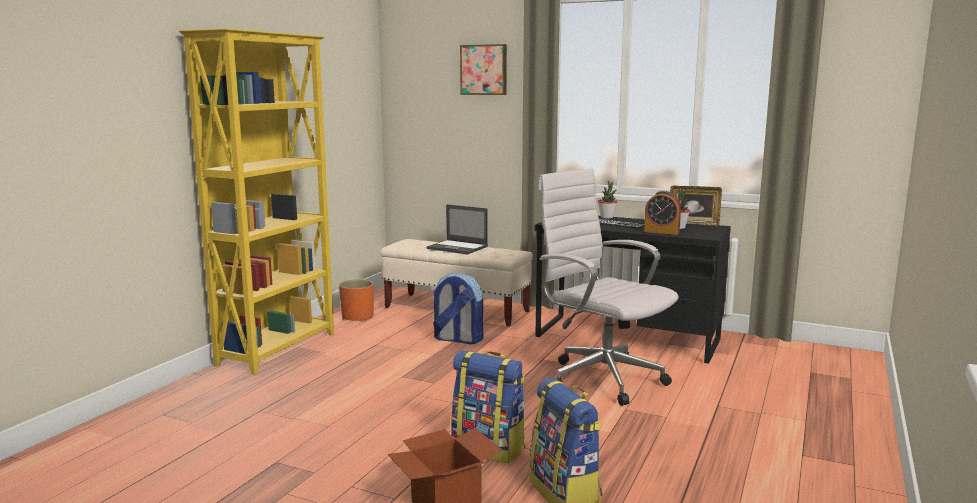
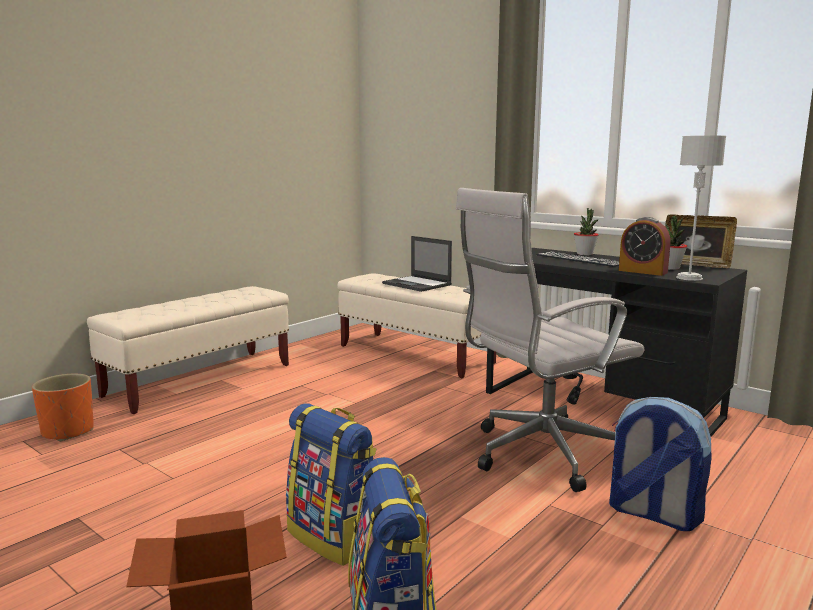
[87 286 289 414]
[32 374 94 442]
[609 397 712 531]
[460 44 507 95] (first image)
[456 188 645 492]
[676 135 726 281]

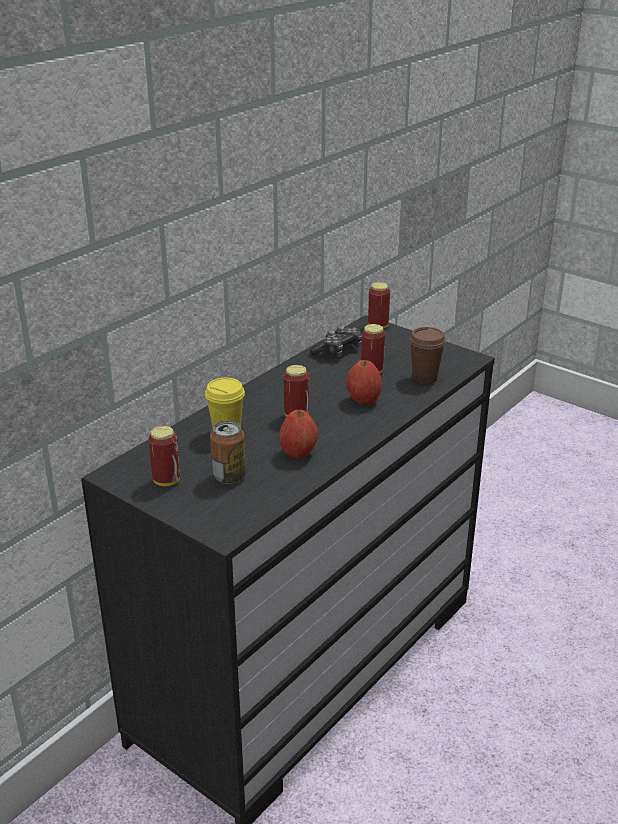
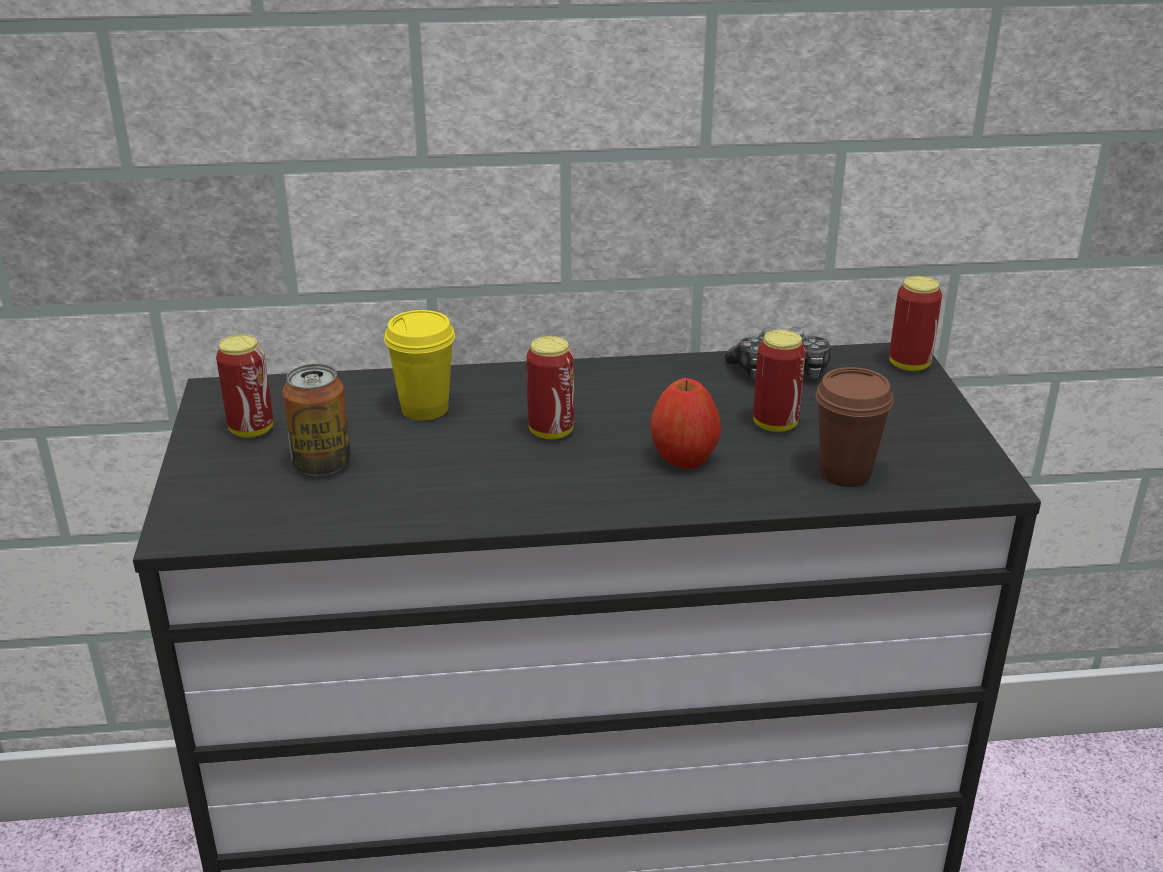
[279 410 318 459] (first image)

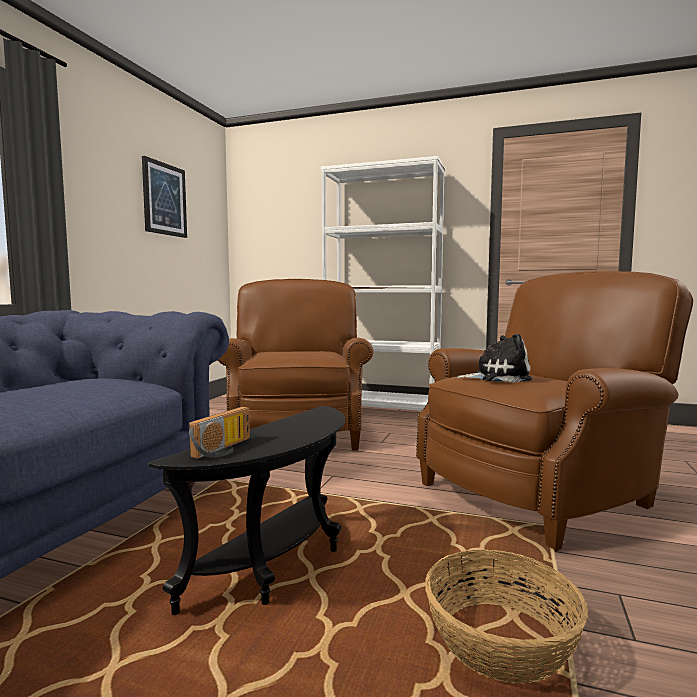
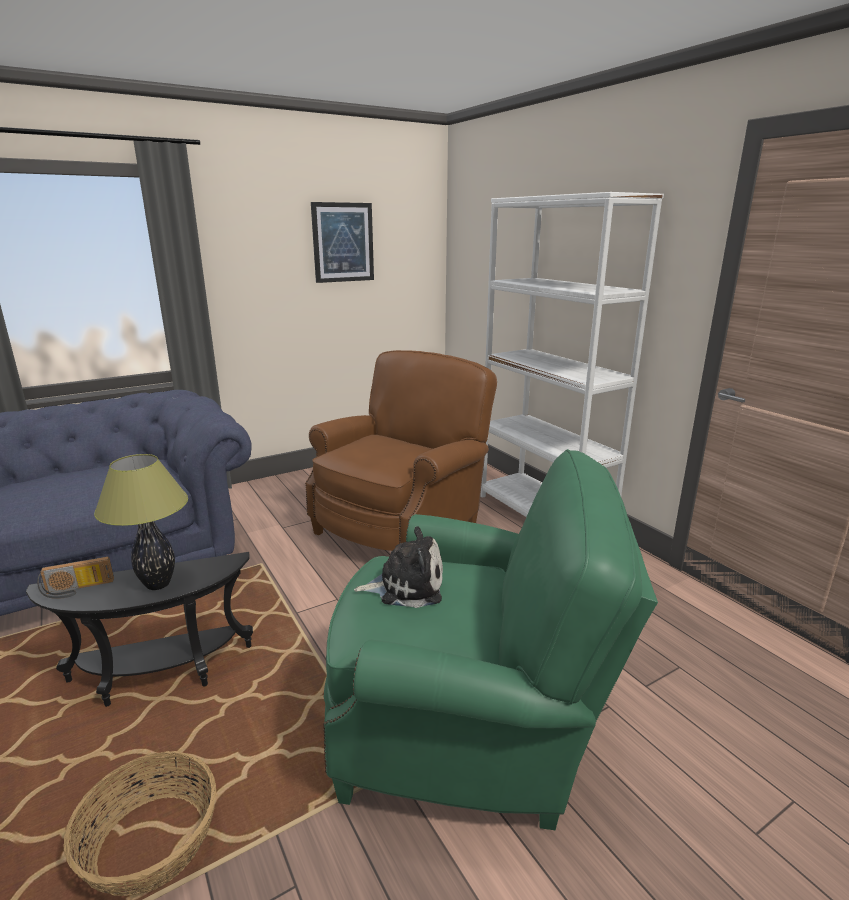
[323 449 658 830]
[354 526 443 608]
[94 454 188 590]

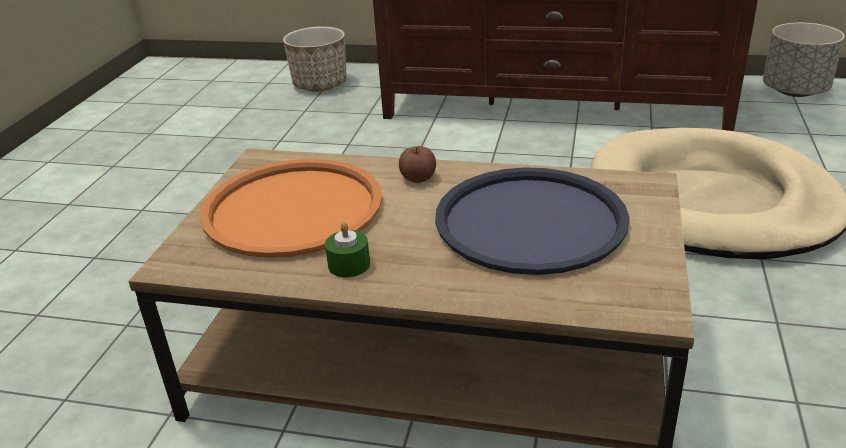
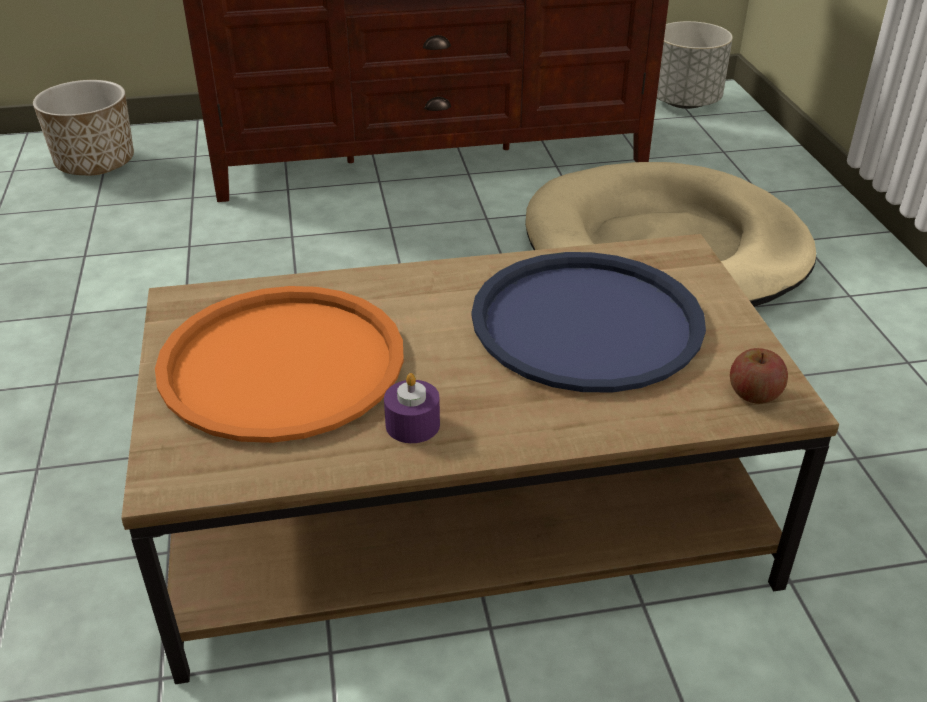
[384 373 440 443]
[730 348 788 404]

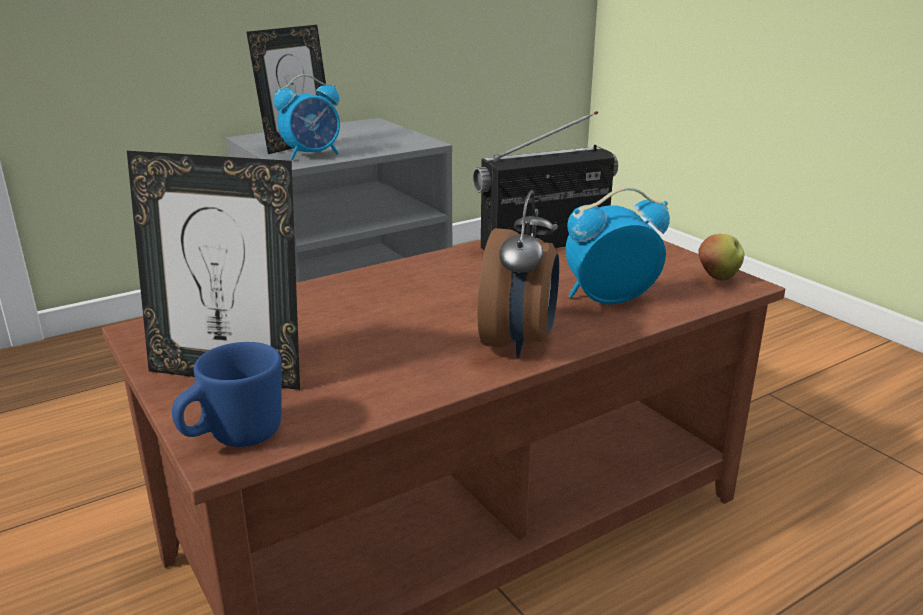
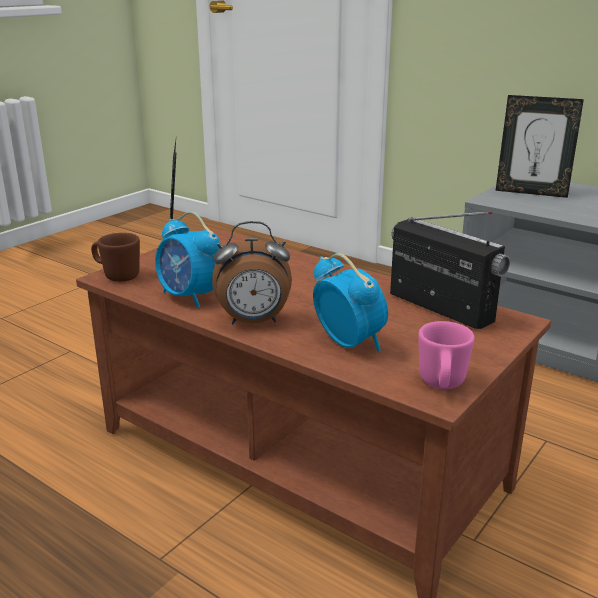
[91 233 140 282]
[155 212 221 308]
[418 321 475 389]

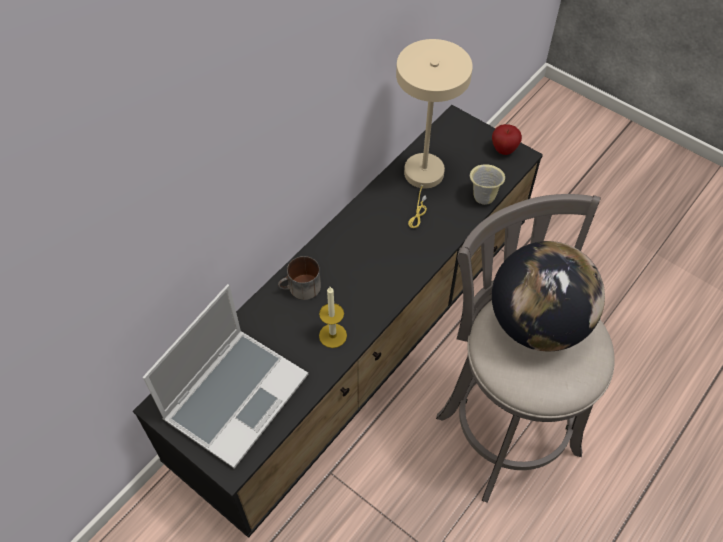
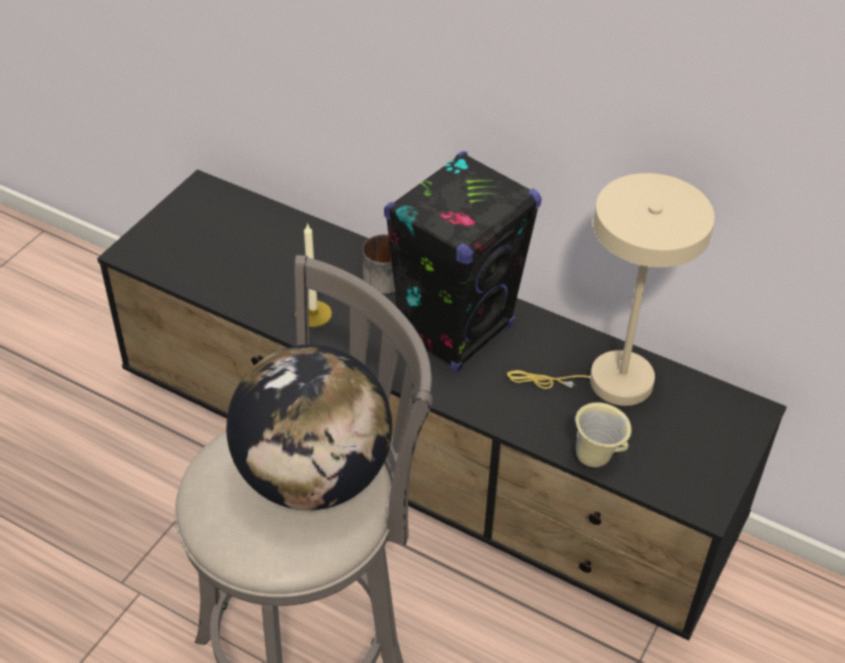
[143 284 308 469] (first image)
[492 124 522 155] (first image)
[384 151 542 372]

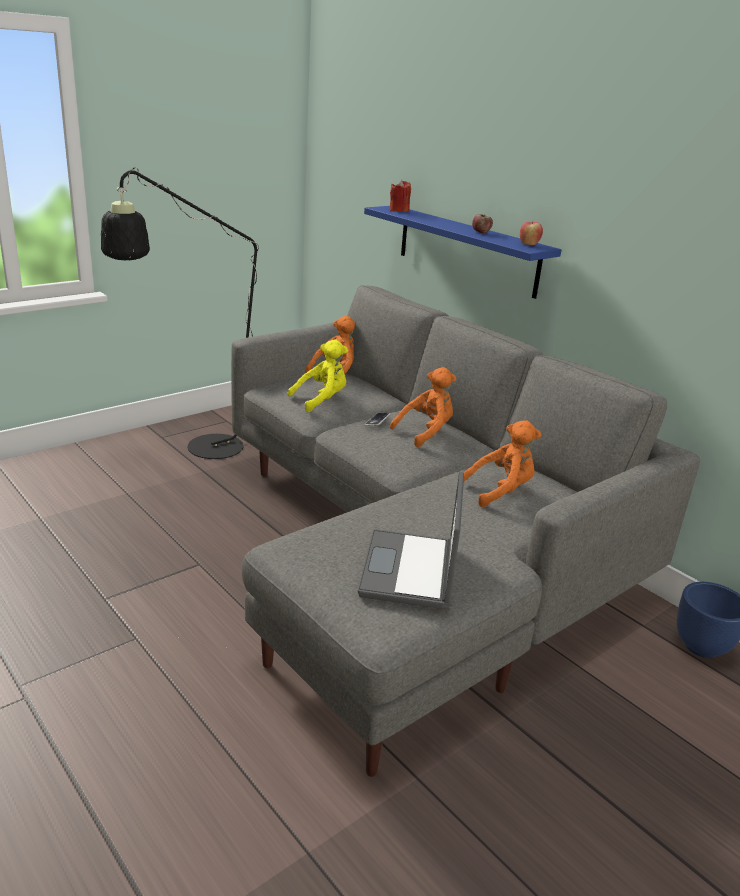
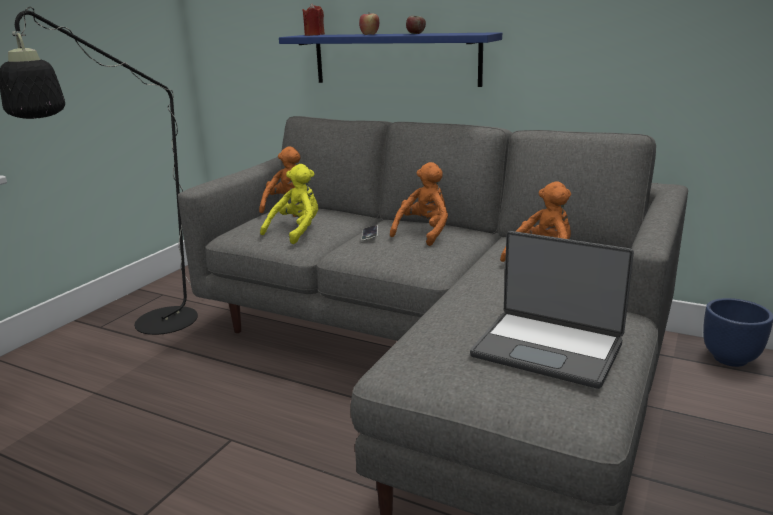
[470 231 634 389]
[359 13 379 35]

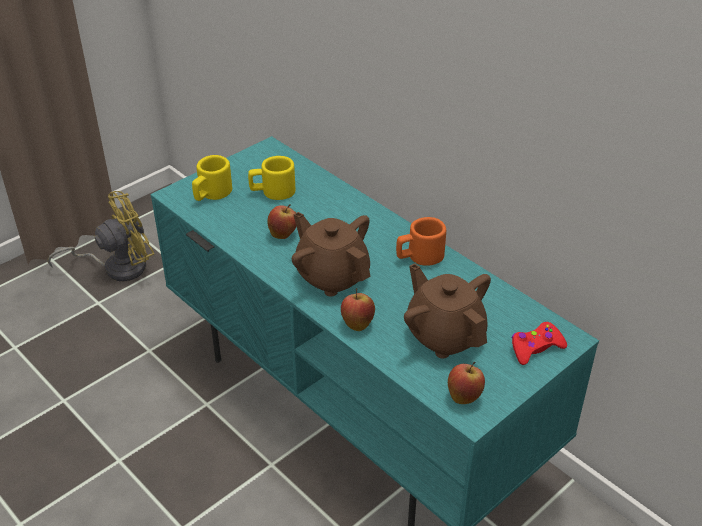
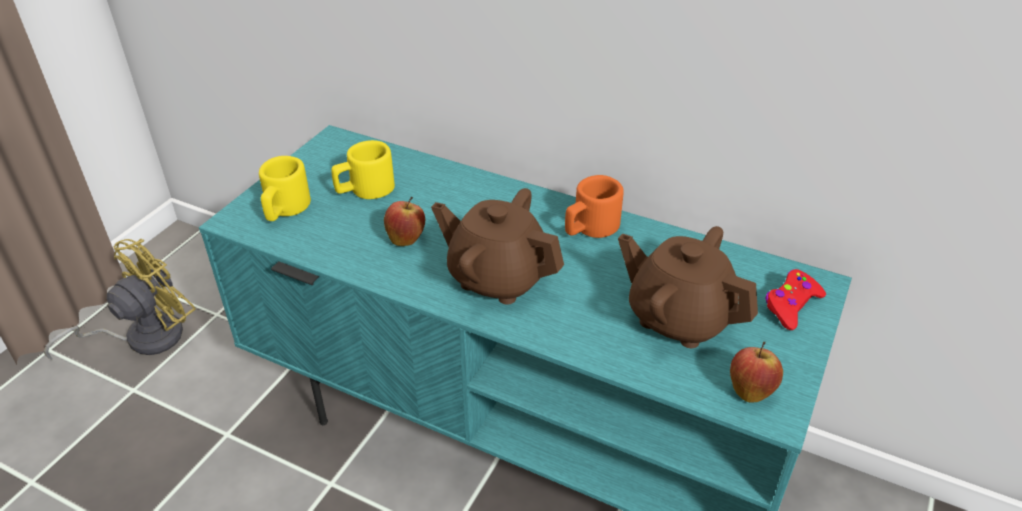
[341 288 375 331] (first image)

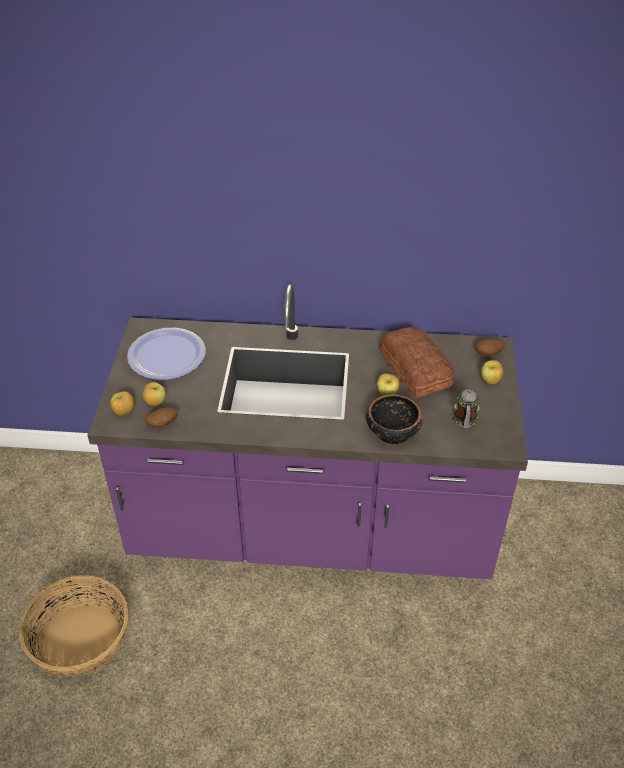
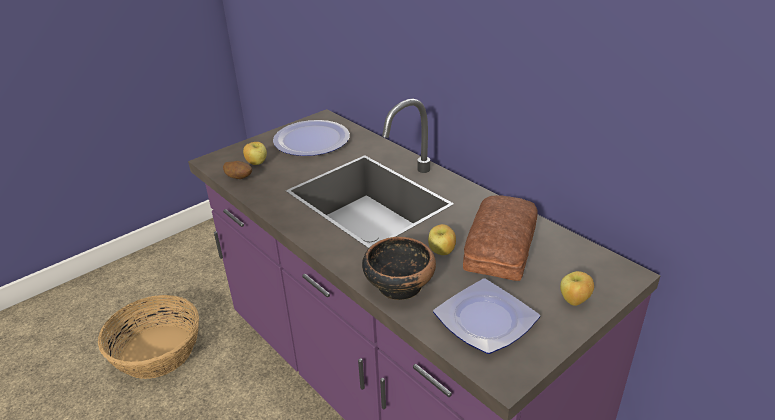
[110 391 134 415] (first image)
[433 278 540 354]
[476 339 505 356] (first image)

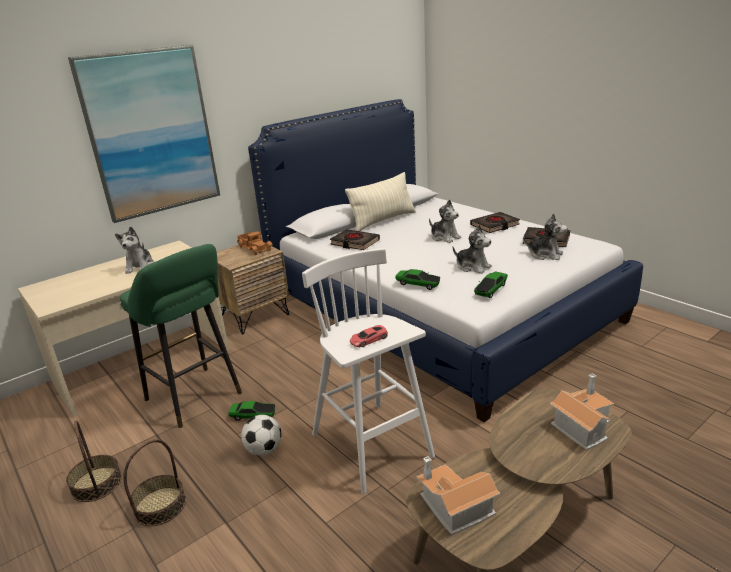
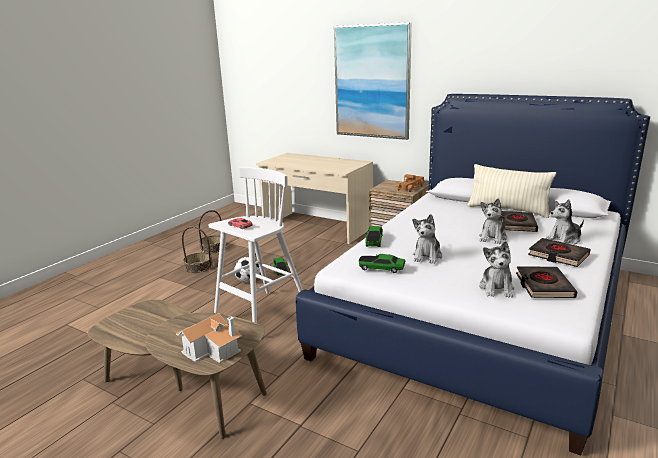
[546 199 584 245]
[120 244 242 428] (first image)
[501 211 538 232]
[417 456 500 535] (first image)

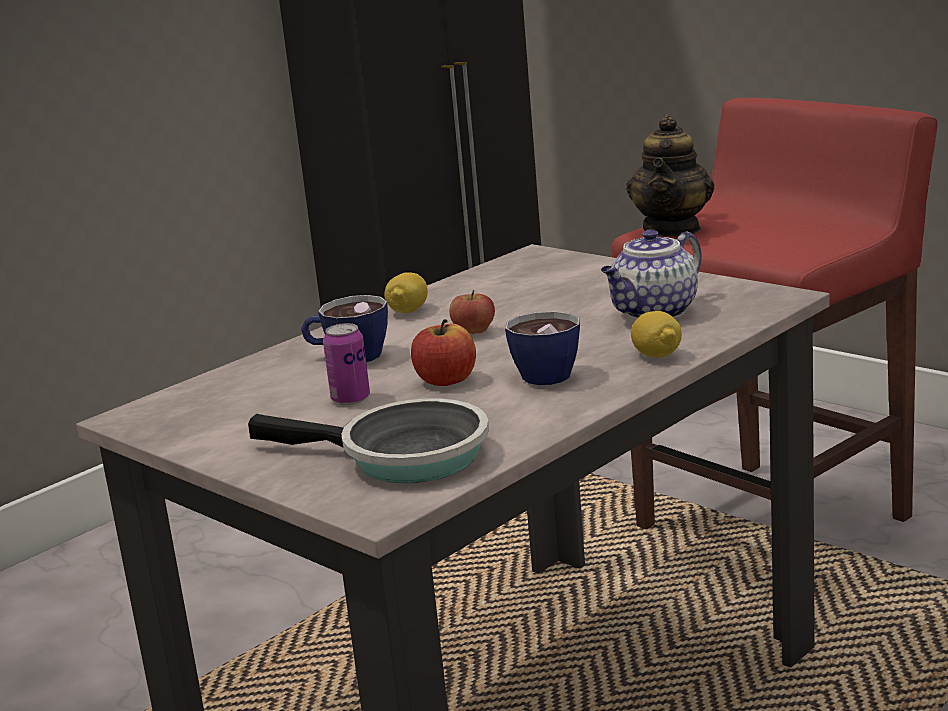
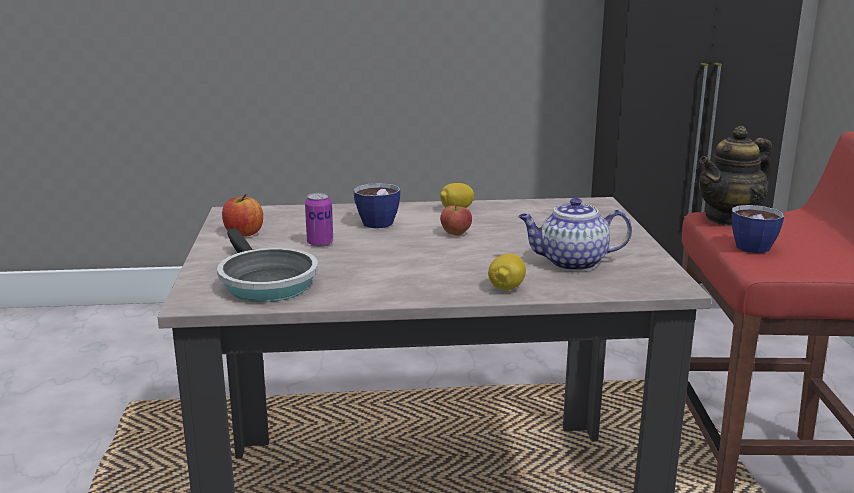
[222 194 263 237]
[732 205 784 253]

